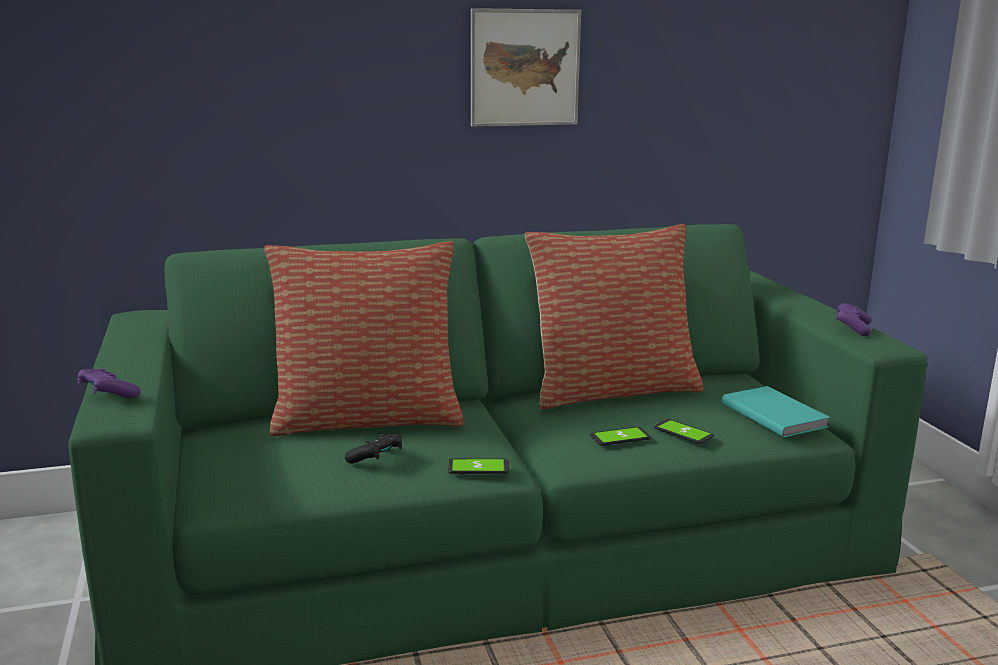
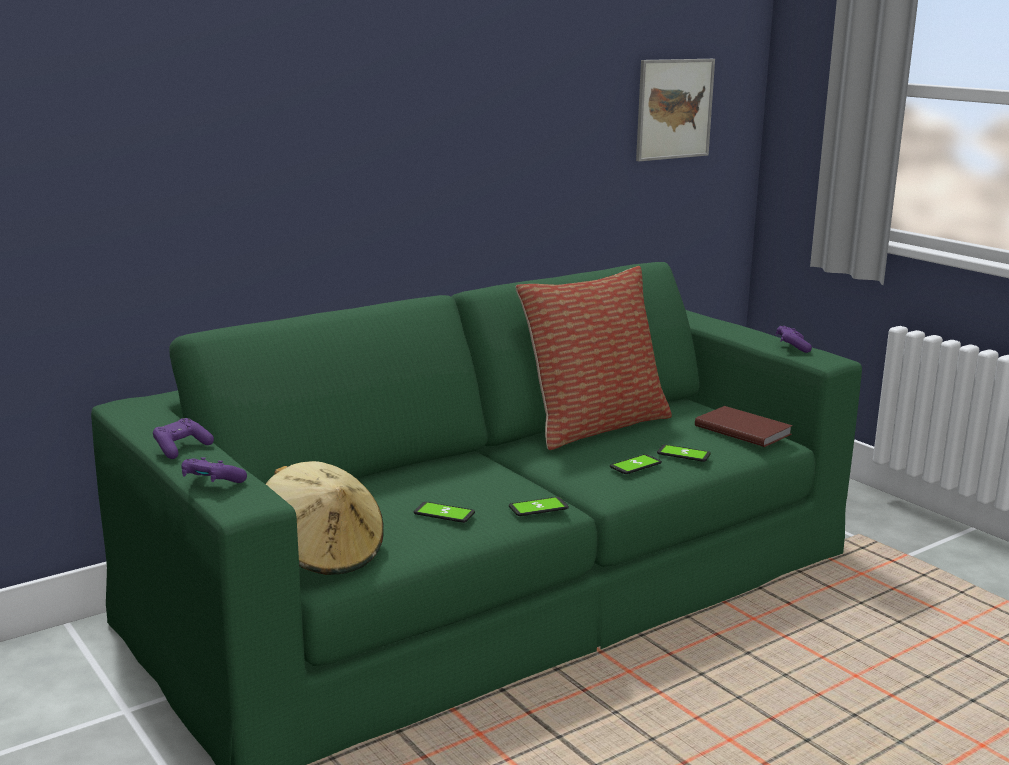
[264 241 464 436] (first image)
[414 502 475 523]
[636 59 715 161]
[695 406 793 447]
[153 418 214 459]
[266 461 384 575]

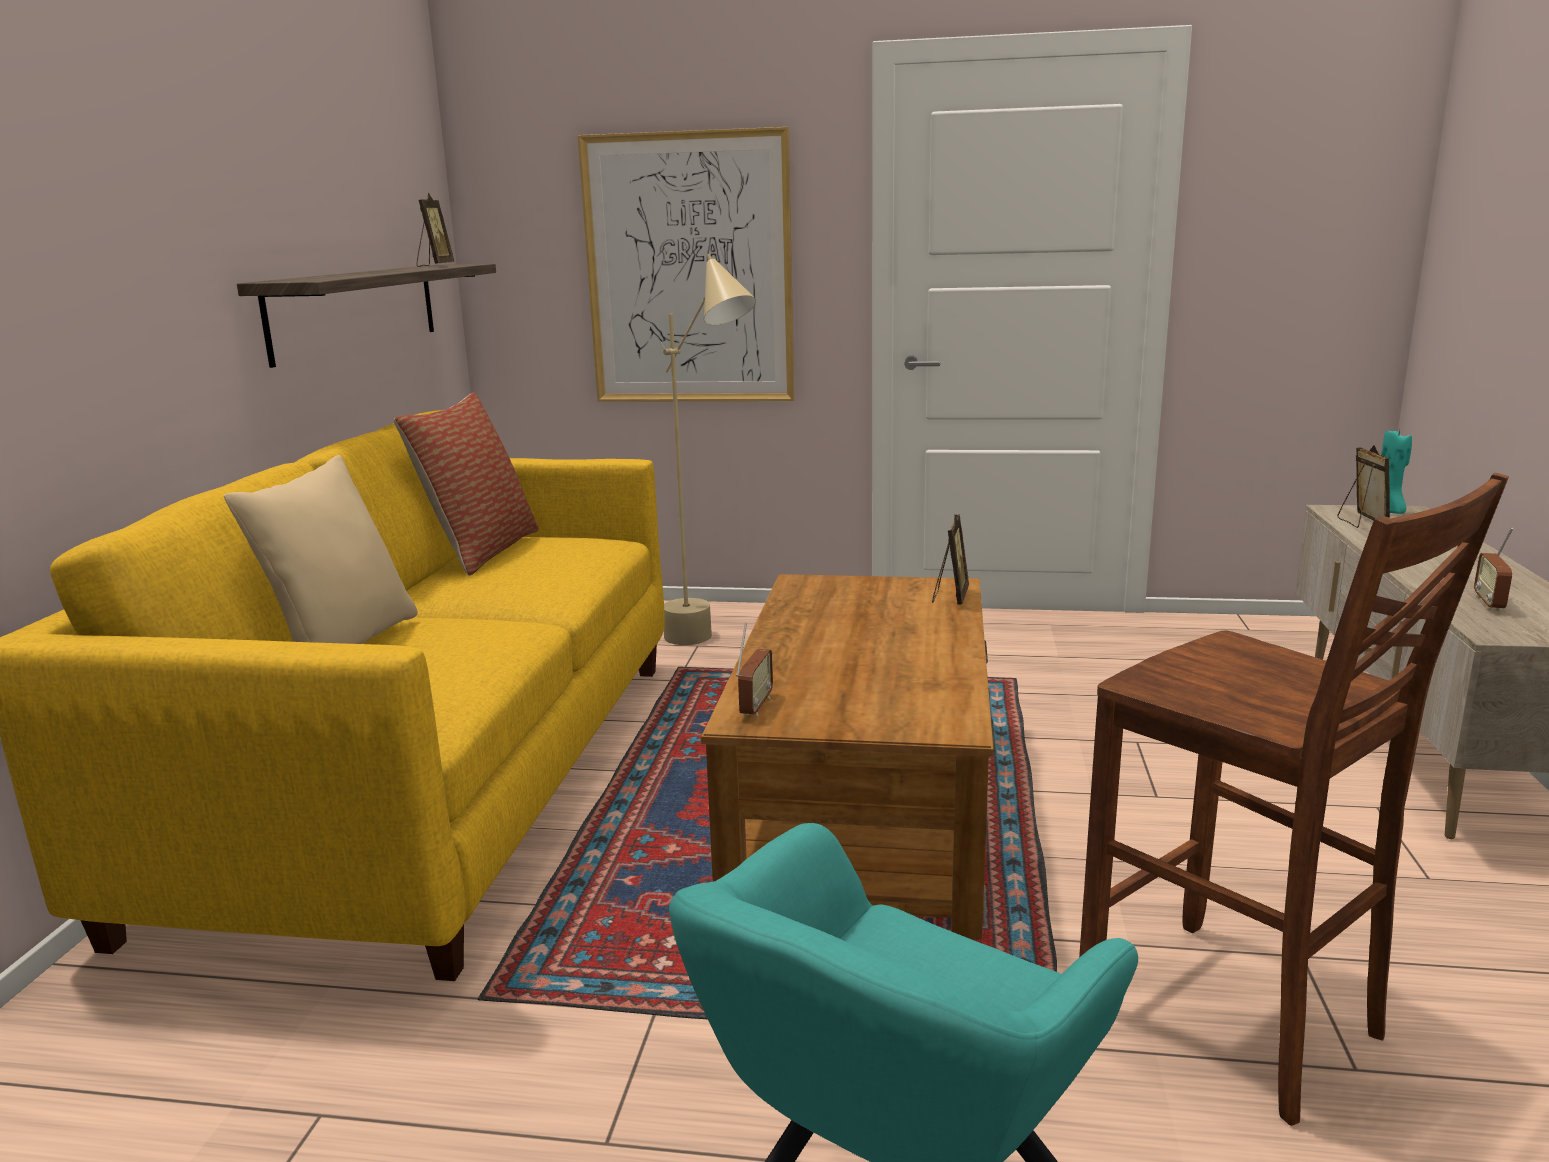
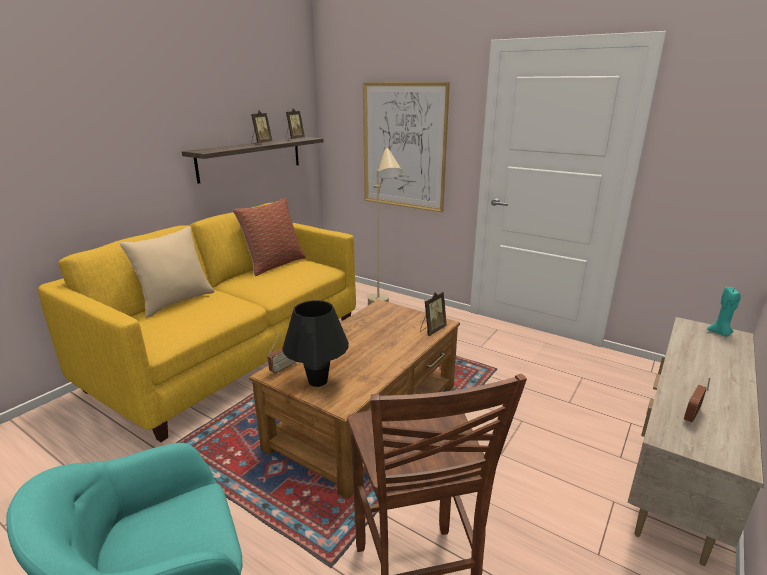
[251 111 272 144]
[282 300 349 387]

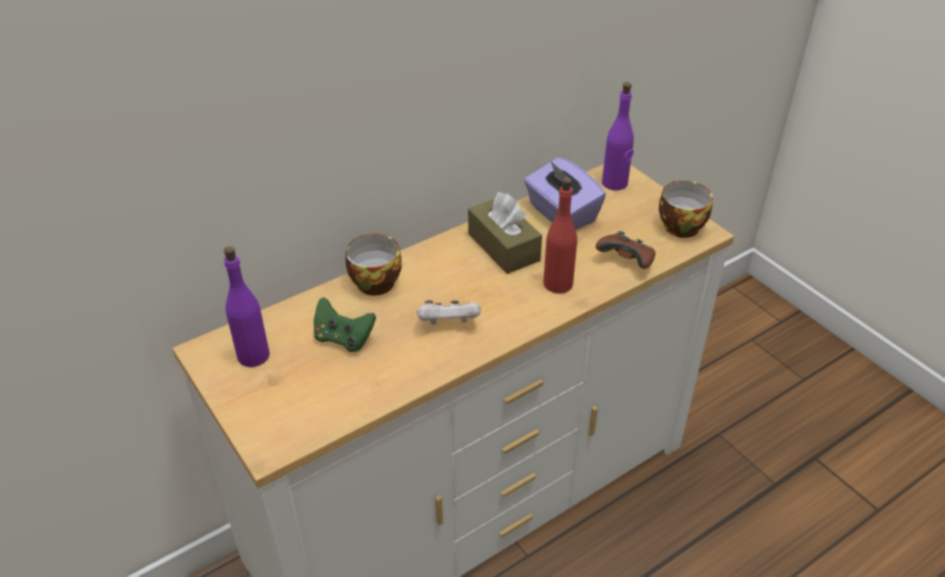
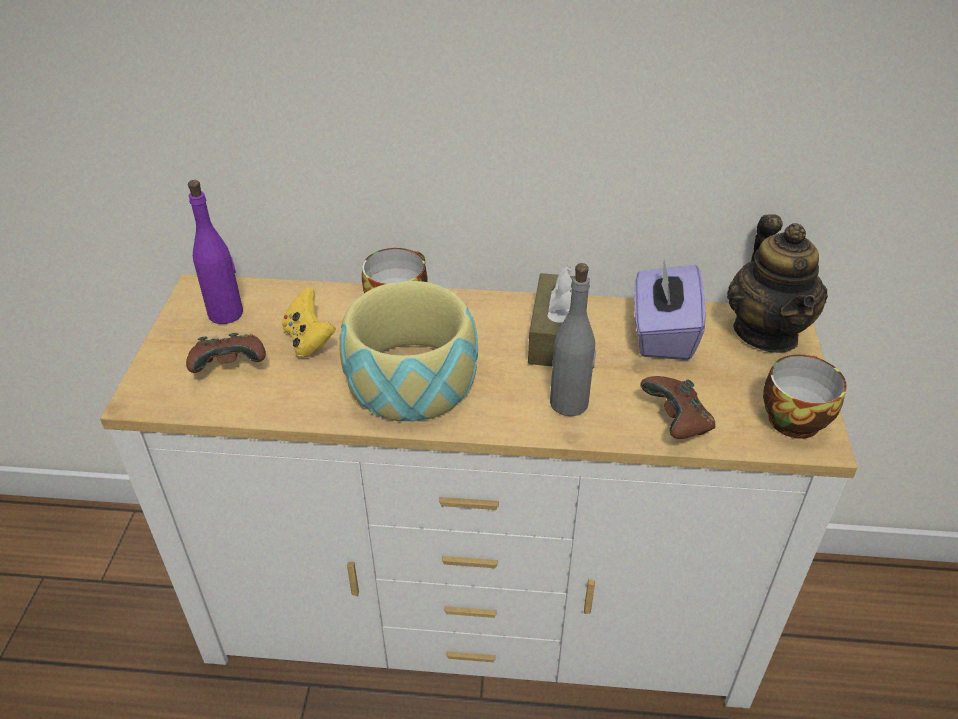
[282 287 336 357]
[339 281 478 421]
[550 263 596 416]
[727 214 828 353]
[186 333 266 373]

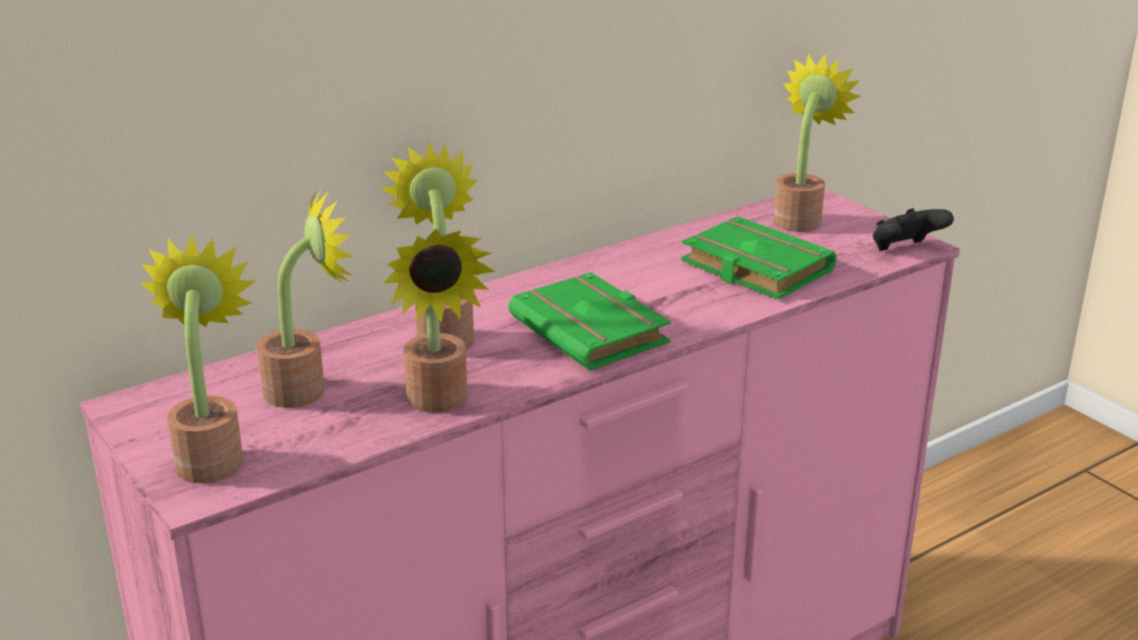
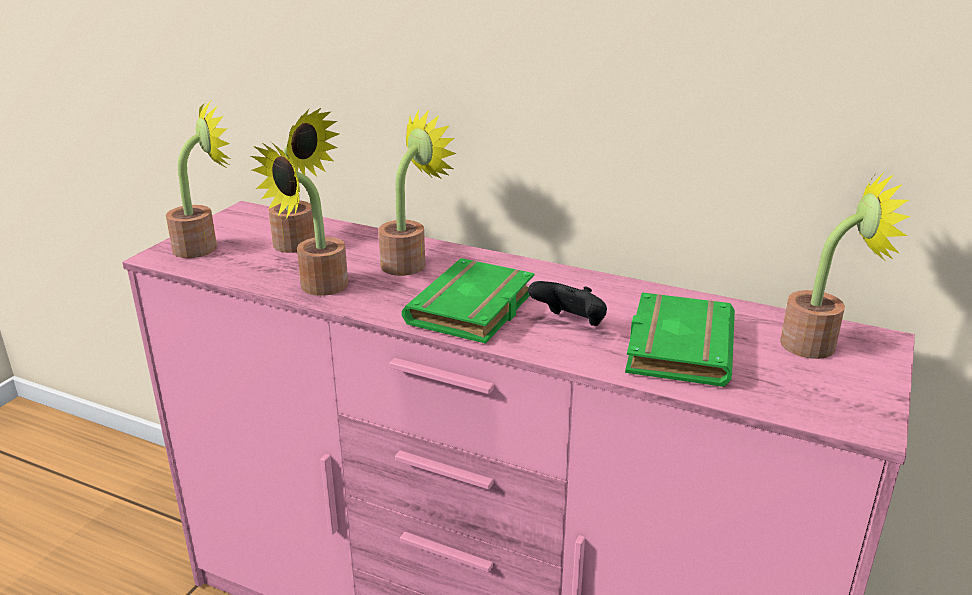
[528 281 607 326]

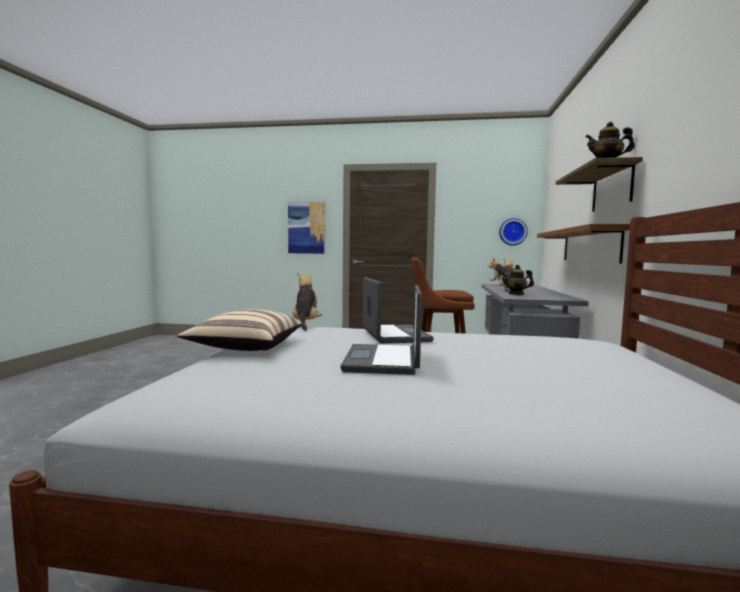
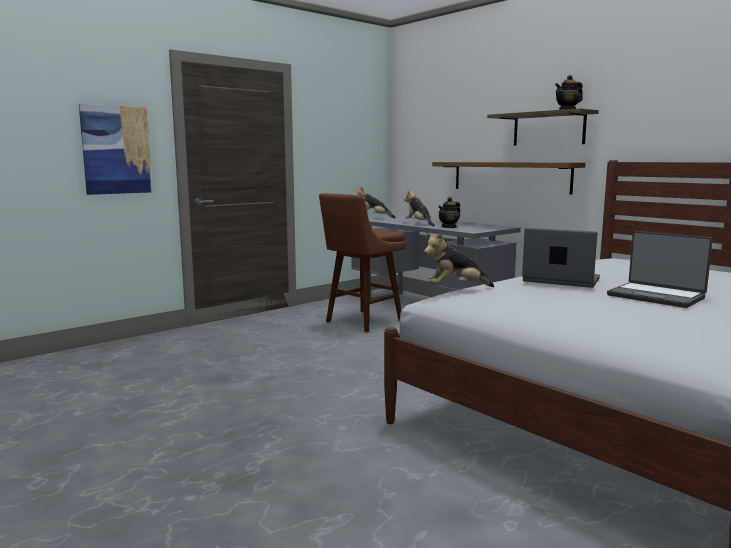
[177 309 302 351] (first image)
[424 233 494 287]
[499 218 528 245] (first image)

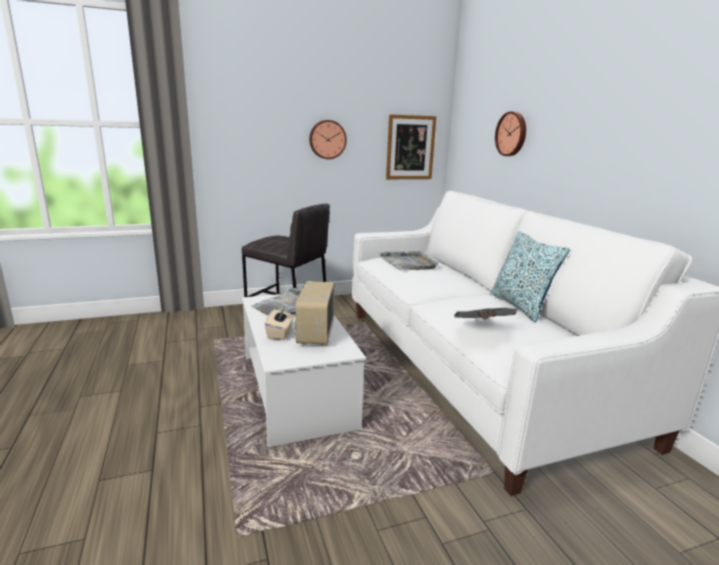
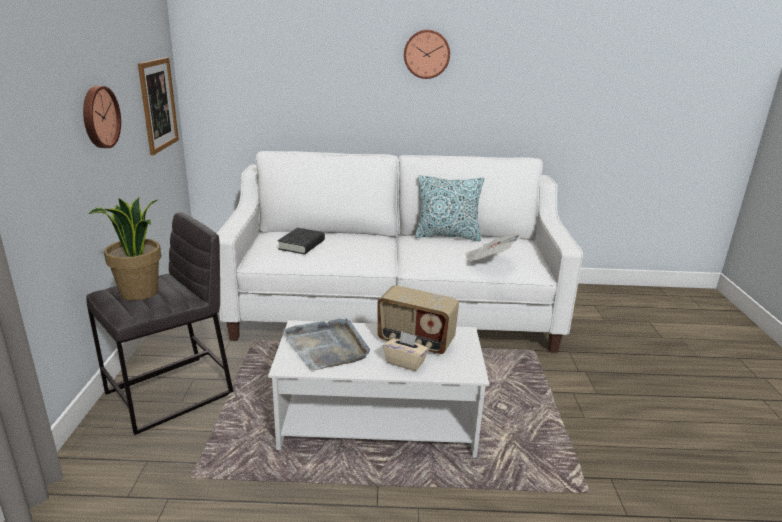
[277 228 325 254]
[404 30 450 79]
[88 197 161 301]

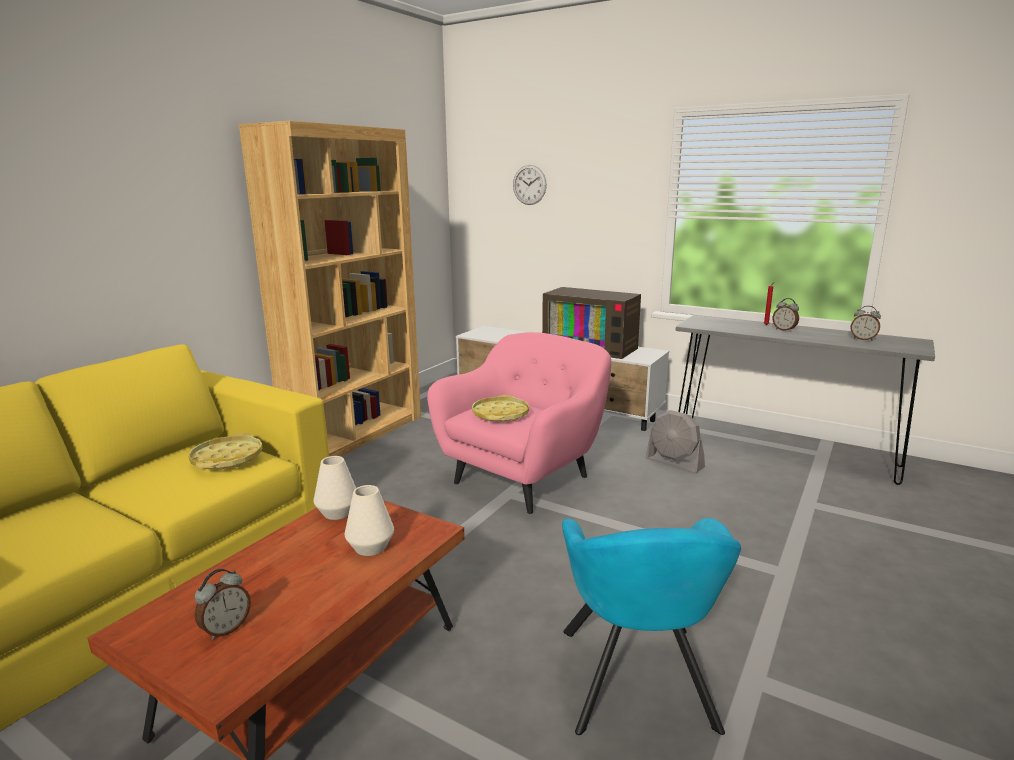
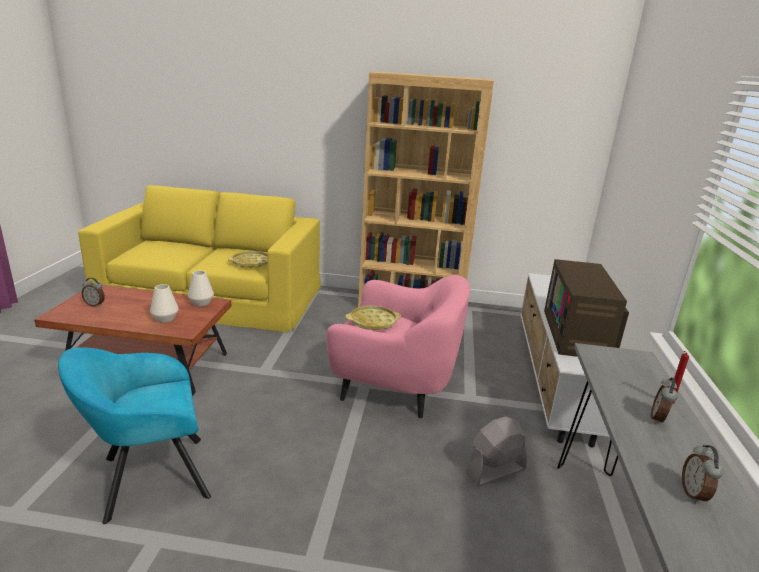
[513 165 547 205] (first image)
[465 417 527 486]

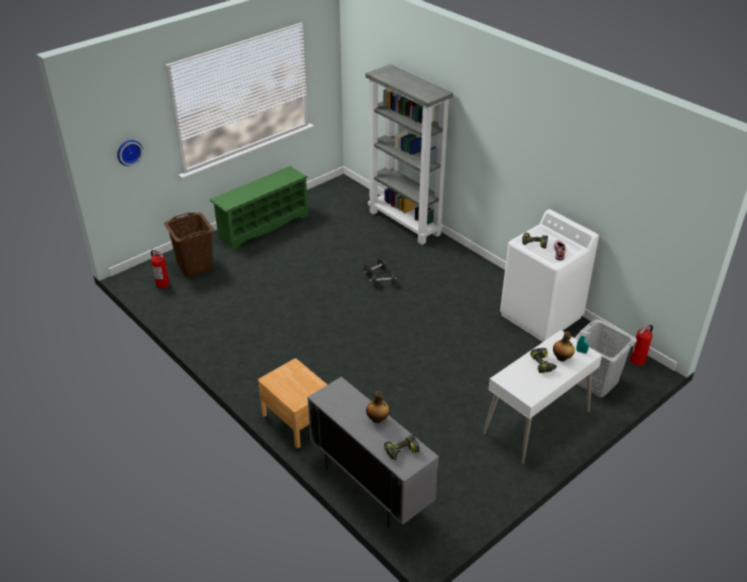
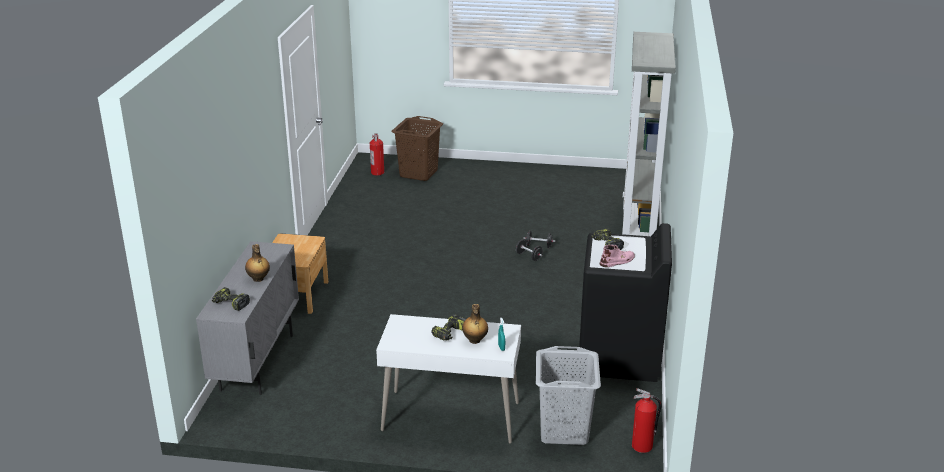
[117 140 143 166] (first image)
[210 166 308 251] (first image)
[579 223 672 382]

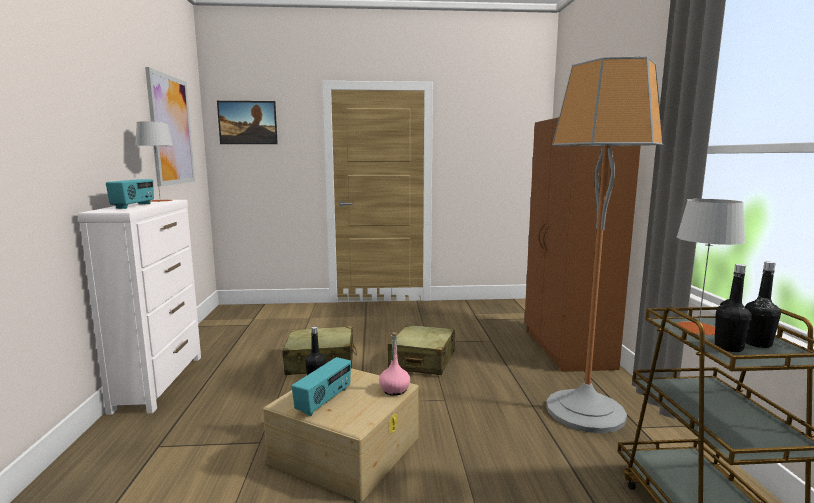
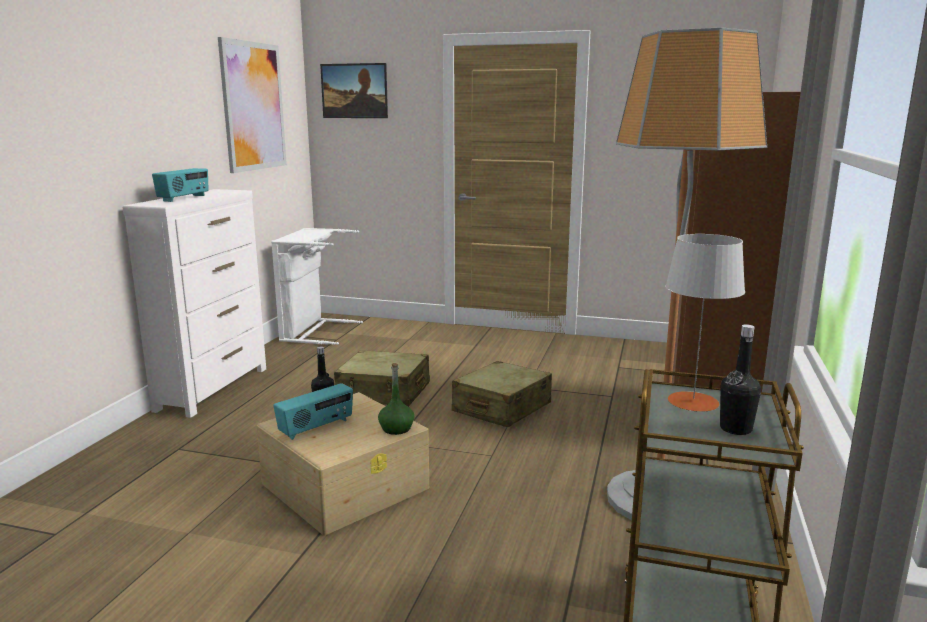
[135 121 173 202] (first image)
[378 363 415 435]
[715 264 752 352] (first image)
[271 228 363 345]

